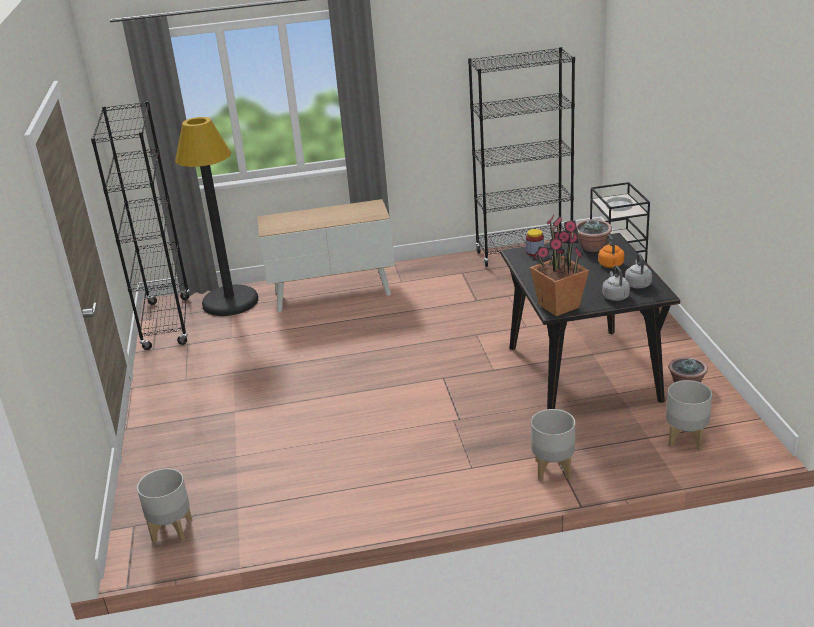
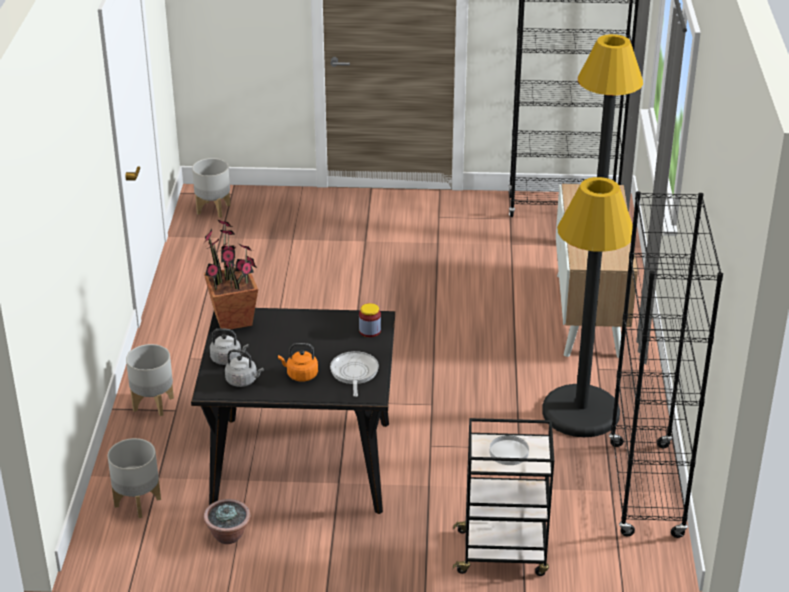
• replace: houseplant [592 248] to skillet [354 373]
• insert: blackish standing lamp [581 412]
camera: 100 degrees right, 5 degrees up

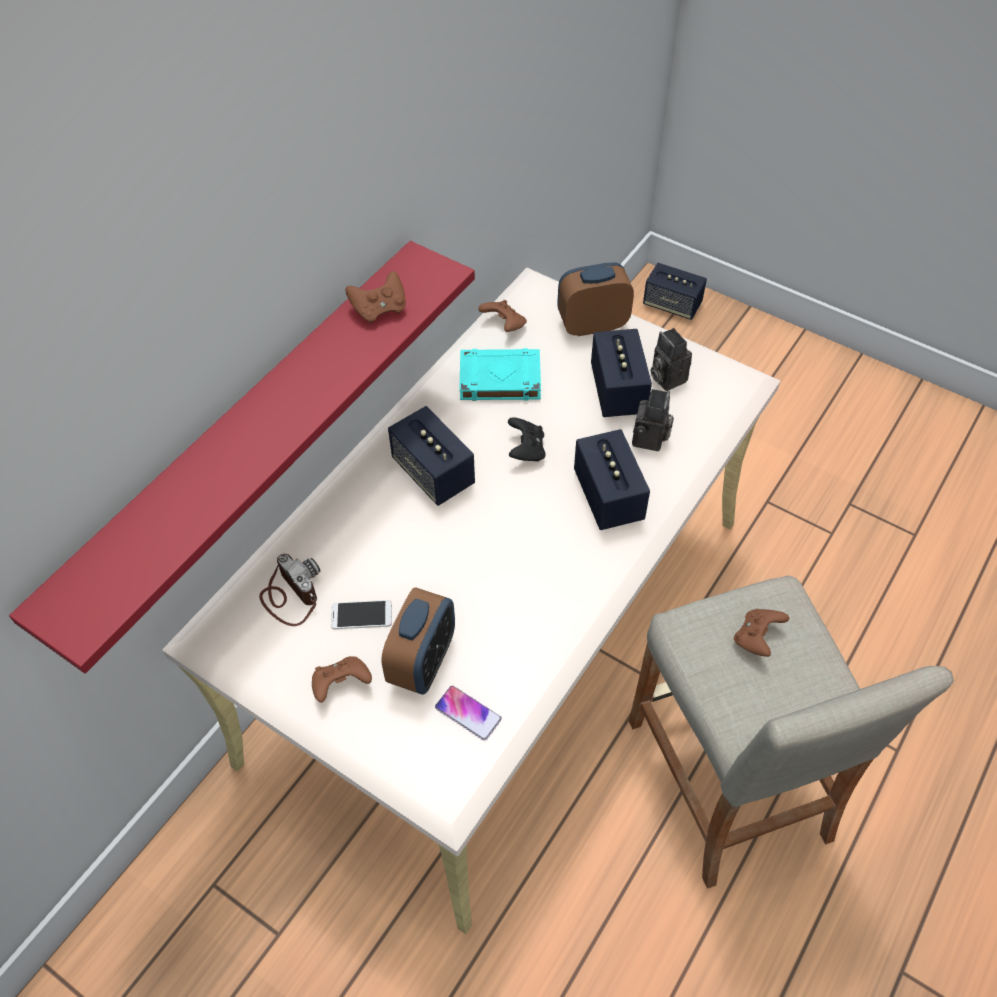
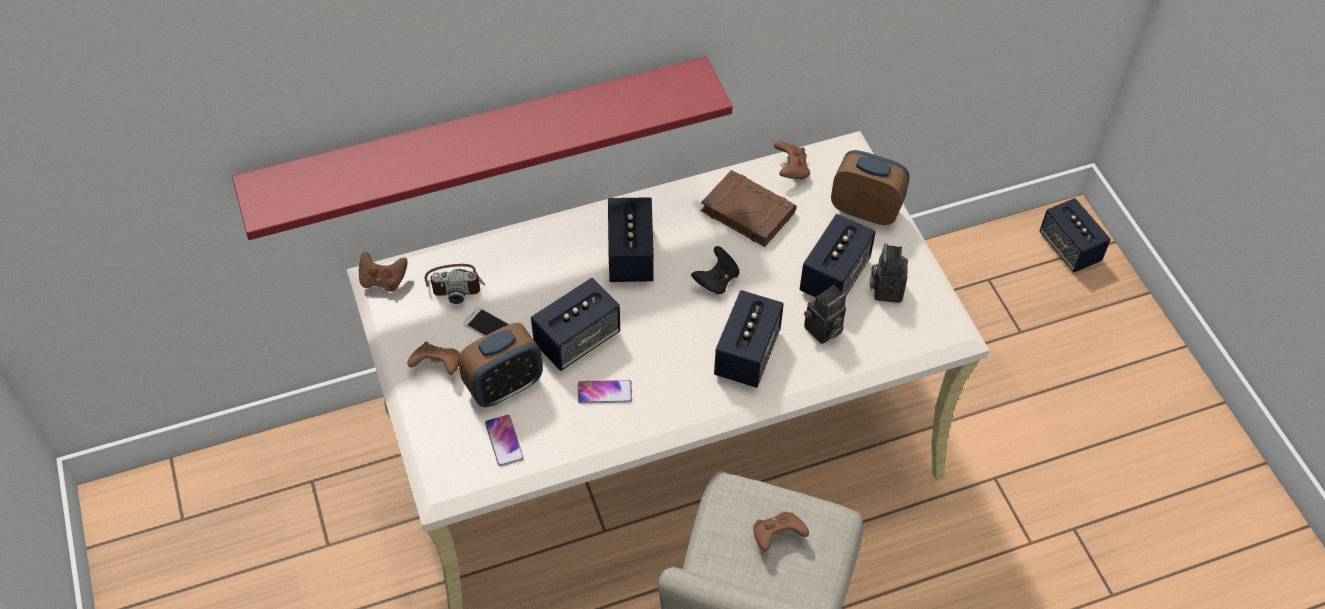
• rotate: still camera [290 595] = [455 283] 90 degrees clockwise
• move: brown gamepad [379 309] to [383 280]
• recolor: blue-green volume [499 379] to brown volume [746 212]
• insert: audio speaker [577 339]
• insert: telephone [604 392]
camera: 35 degrees right, 0 degrees up

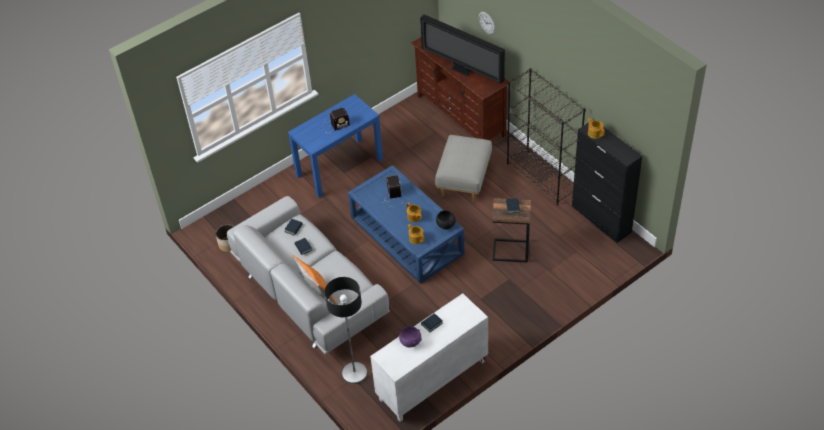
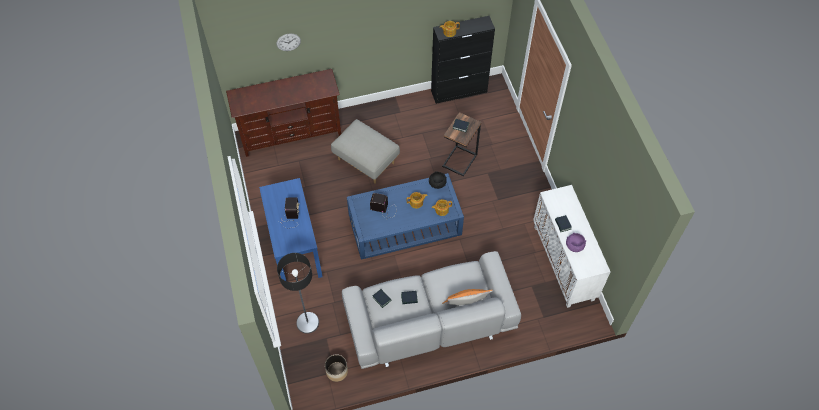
• move: standing lamp [354 373] to [307 323]
• delete: television [462 71]
• delete: blackish bookshelf [542 177]
camera: 70 degrees left, 10 degrees up

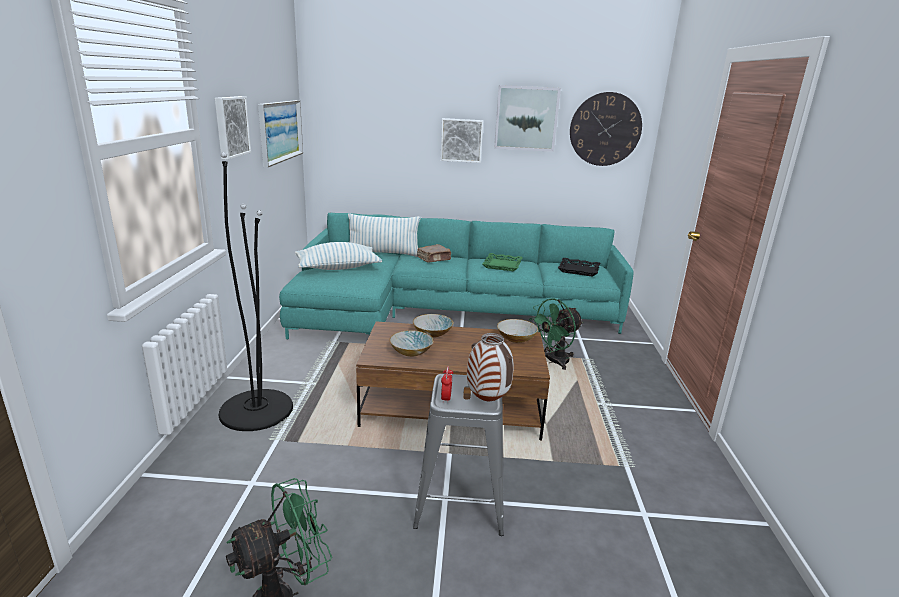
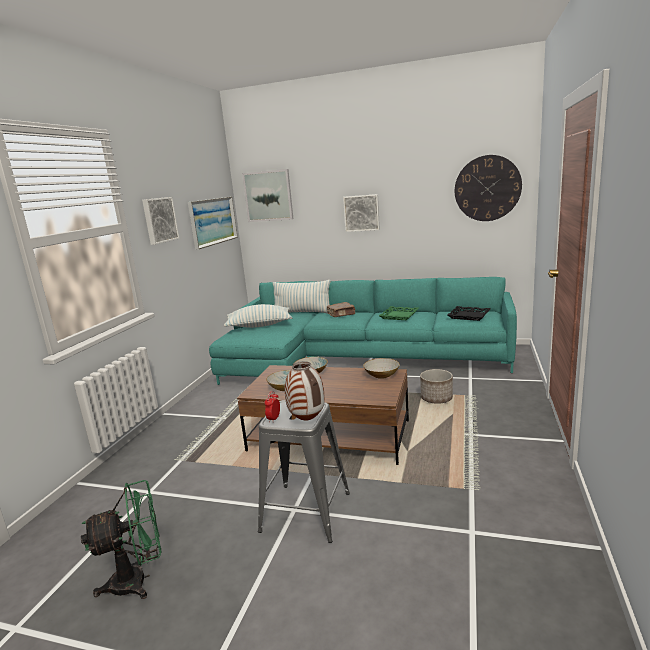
• delete: blackish standing lamp [256 410]
• move: wall art [526 118] to [268 196]
• replace: greenish electric fan [553 362] to flower pot [437 398]
camera: 15 degrees right, 5 degrees down

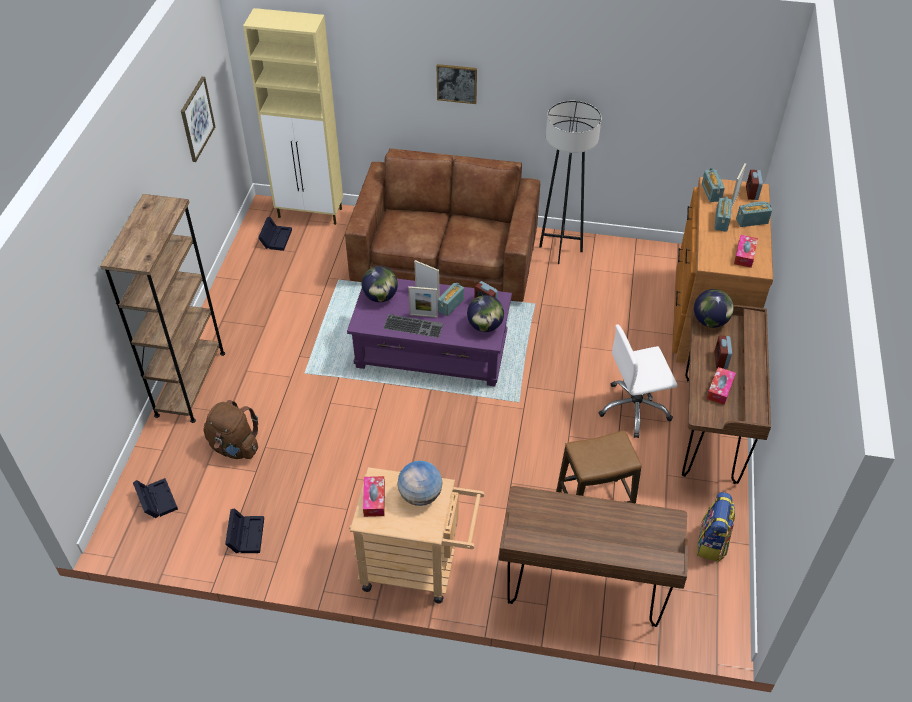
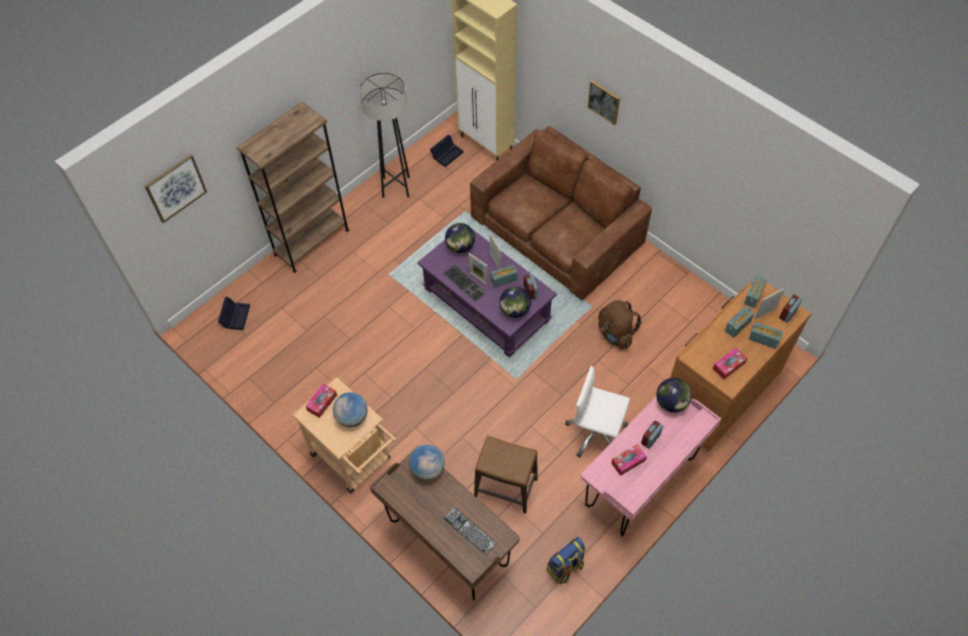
• move: wall art [197 119] to [175 188]
• move: brown knapsack [234 447] to [615 334]
• delete: blackish storage container [246 534]
• move: greyish standing lamp [560 249] to [396 187]
• recolor: brown desk unit [710 429] to pink-coloured desk unit [640 483]
• insert: desk globe [428 469]
• insert: keyboard [469 531]
camera: 35 degrees right, 10 degrees up

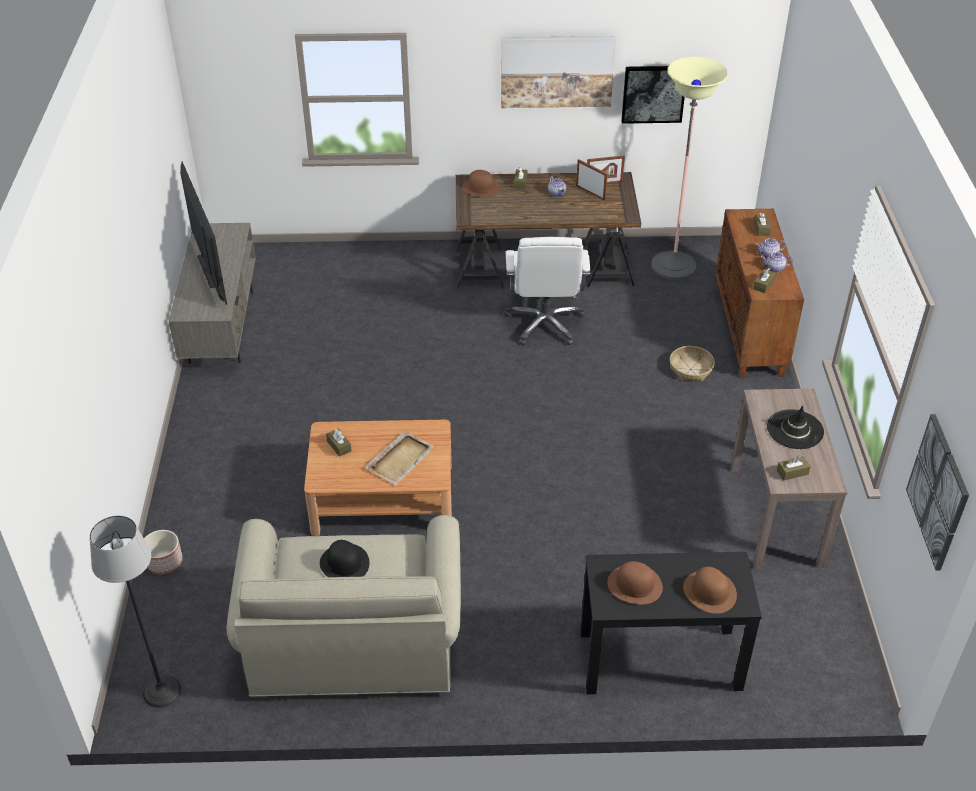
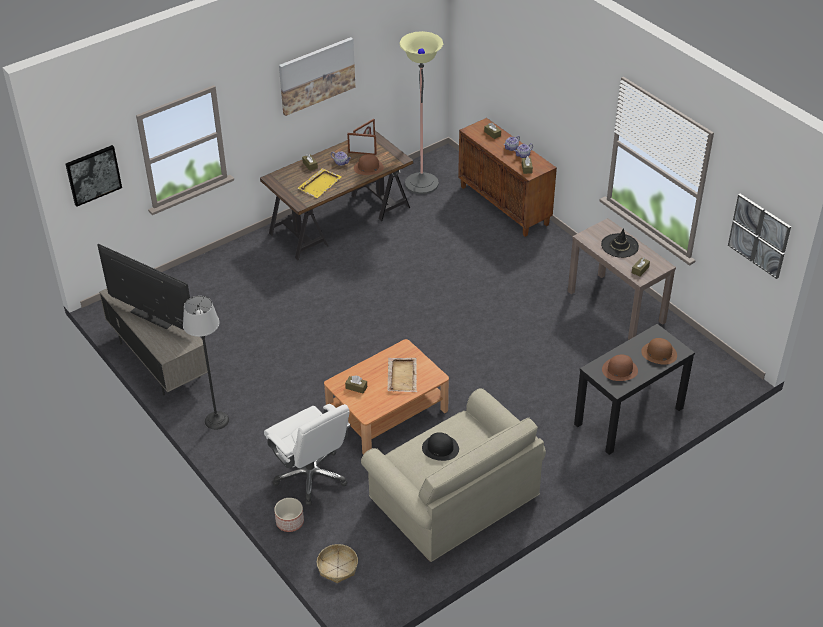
• move: standing lamp [162 691] to [216 420]
• move: brown hat [481 187] to [368 167]
• move: white-coloured computer chair [545 323] to [311 476]
• move: wall art [653 93] to [93 175]
• move: household basket [690 369] to [337 567]
• insert: yellow tray [320 184]
camera: 35 degrees left, 0 degrees up

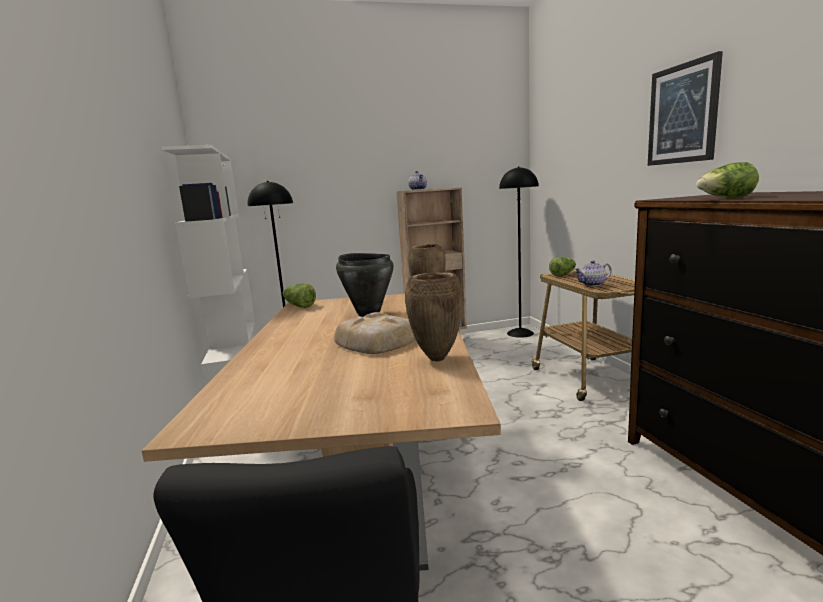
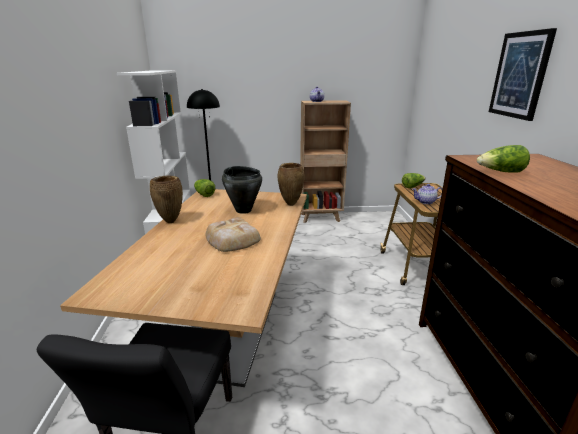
• move: brown decorative vase [436 358] to [171 221]
• delete: blackish standing lamp [520 333]
camera: 10 degrees right, 10 degrees up

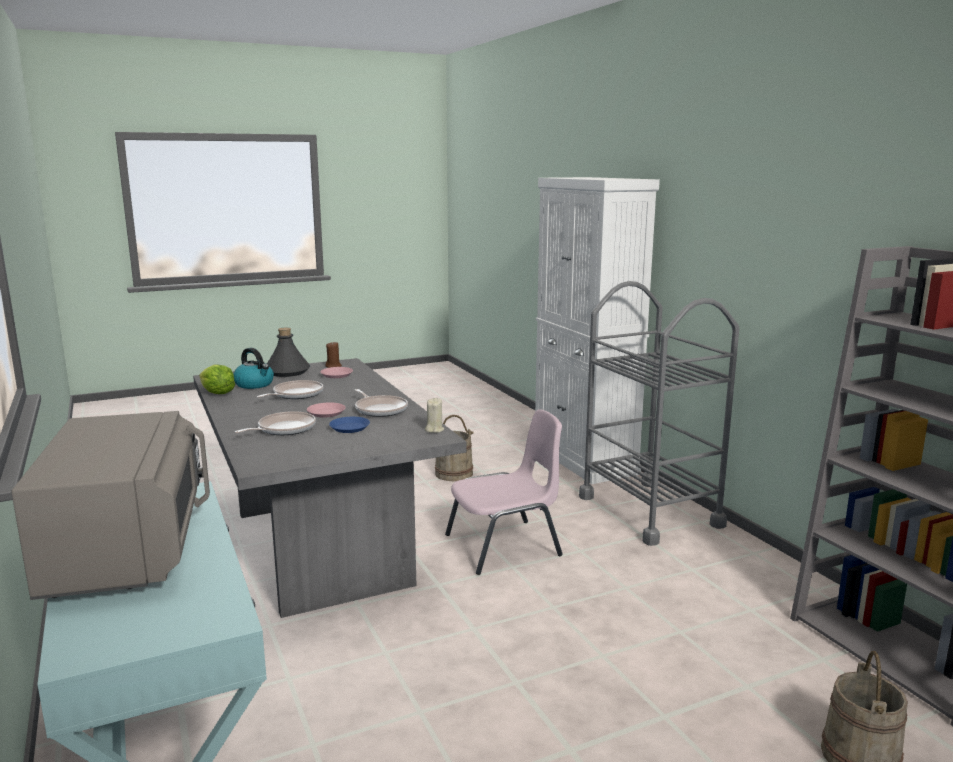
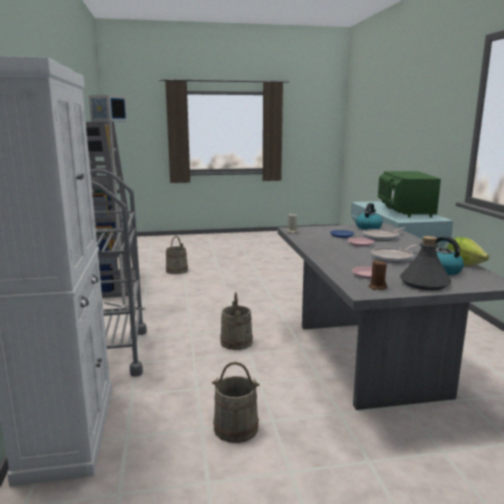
• recolor: greyish kitchen microwave [129 549] to greenish kitchen microwave [404 211]
• delete: skillet [380 409]
• replace: pink-coloured plain chair [505 546] to beige water bucket [236 342]
• insert: greyish standing lamp [123 306]
• insert: water kettle [368 227]
camera: 165 degrees left, 0 degrees up

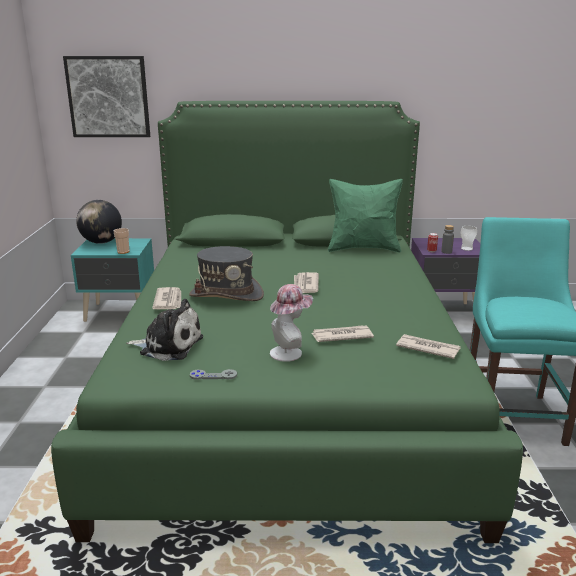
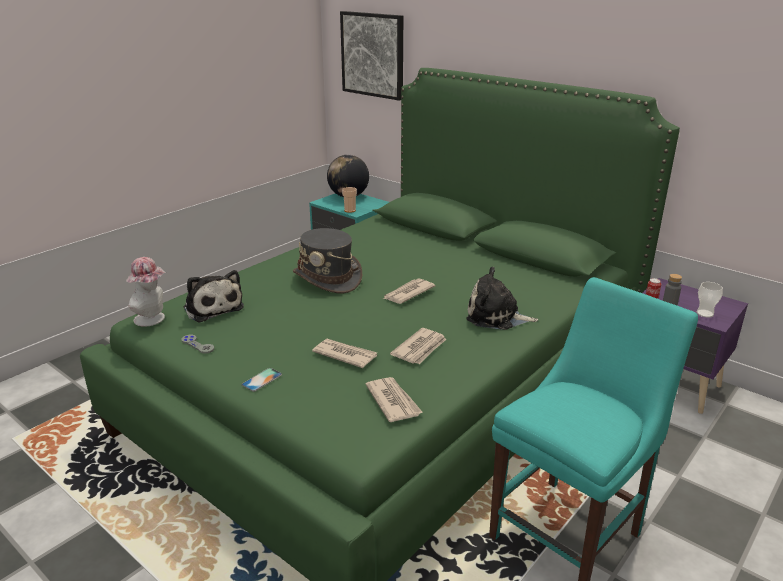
• move: daily paper [169 301] to [420 348]
• move: hat [290 352] to [153 319]
• delete: greenish cushion [363 248]
• insert: telephone [262 379]
• insert: plush toy [496 317]
camera: 40 degrees right, 5 degrees up

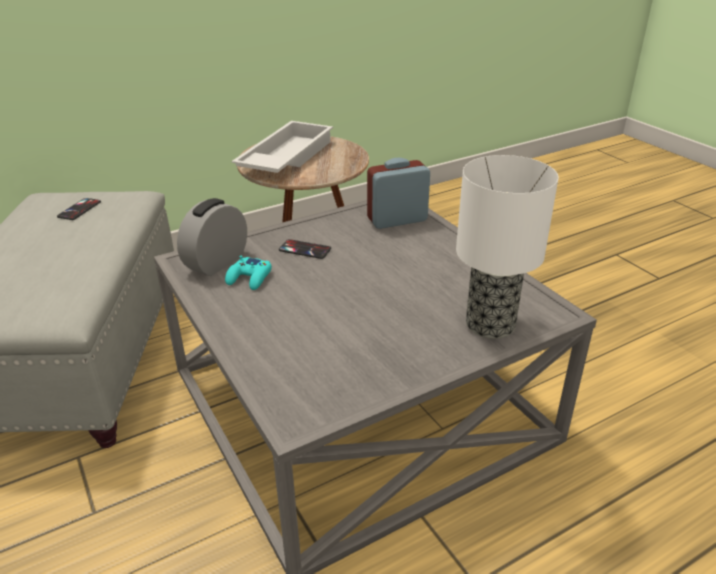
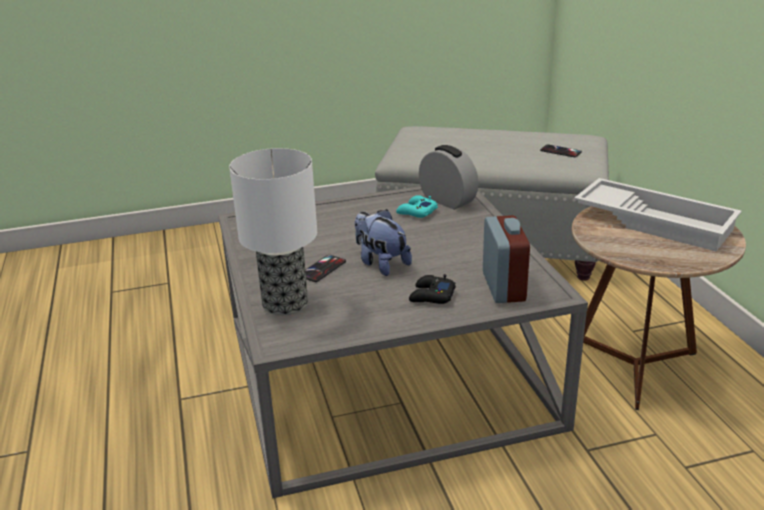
• move: telephone [305 249] to [322 269]
• insert: plush toy [381 263]
• insert: blackish gamepad [431 296]
camera: 105 degrees right, 5 degrees down

